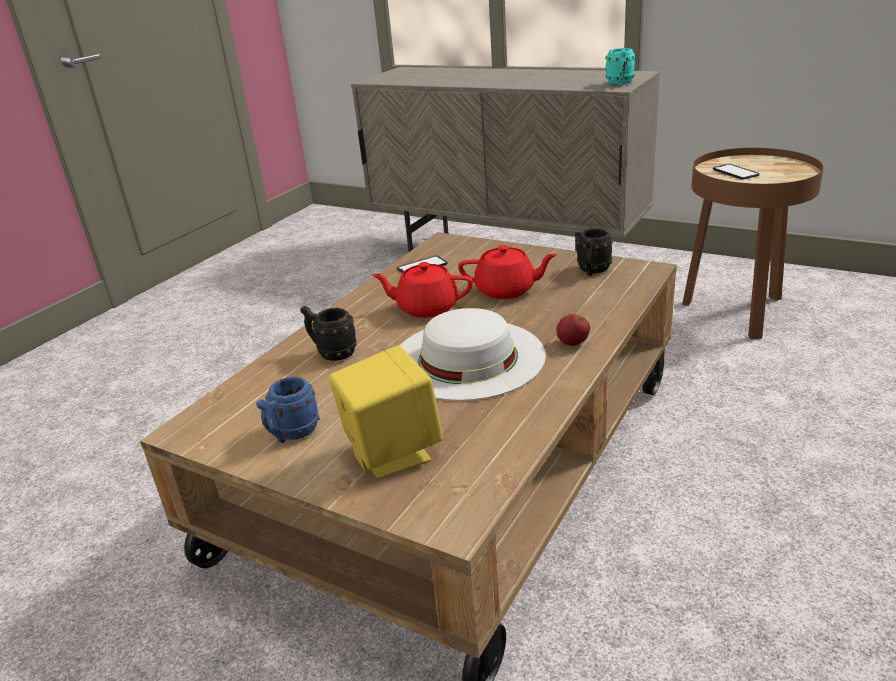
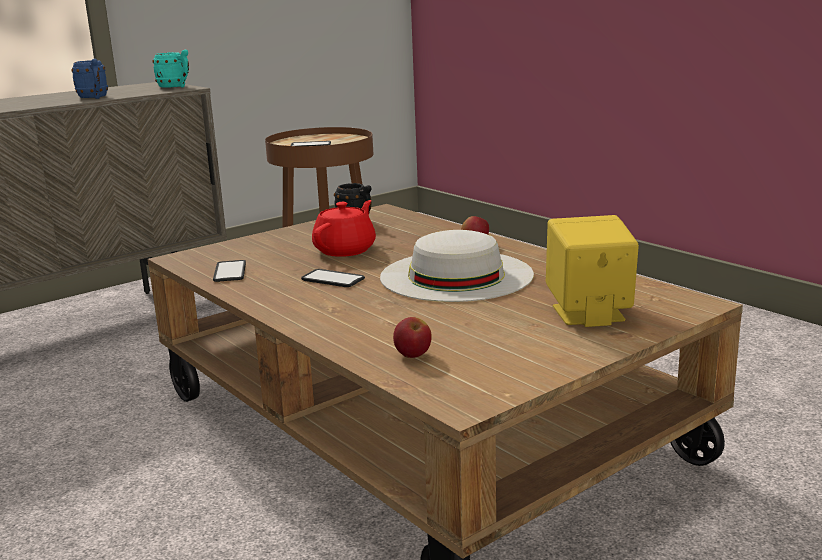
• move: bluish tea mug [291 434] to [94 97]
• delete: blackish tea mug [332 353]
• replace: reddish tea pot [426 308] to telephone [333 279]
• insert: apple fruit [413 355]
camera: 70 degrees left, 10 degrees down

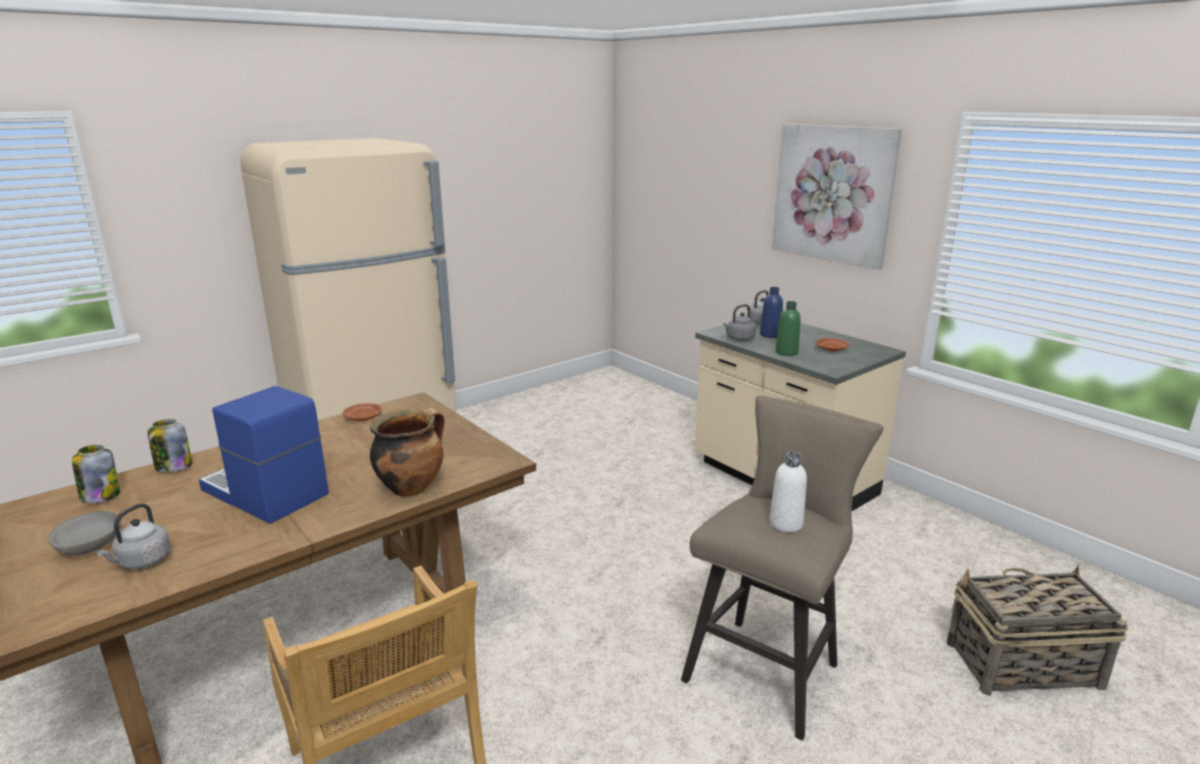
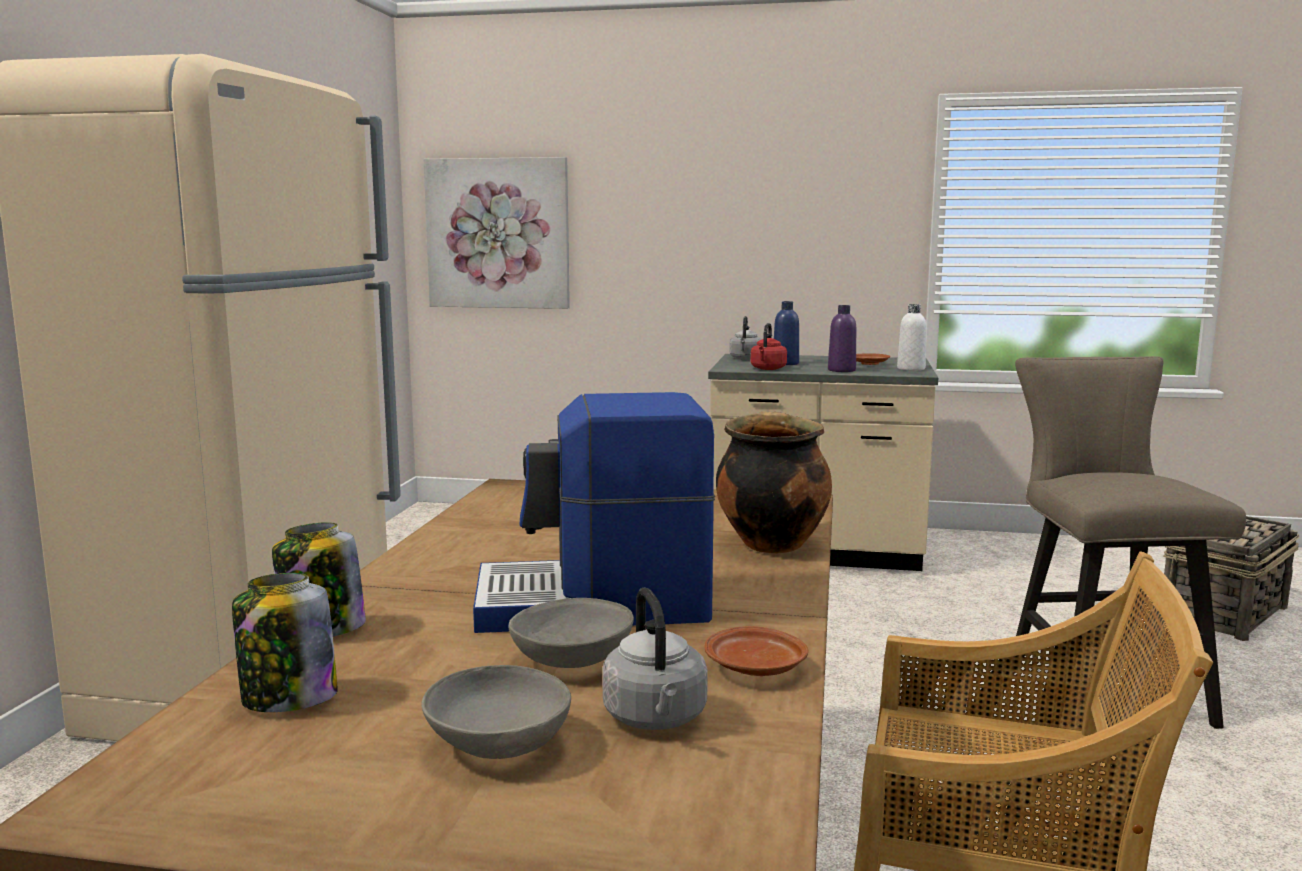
• move: brown plate [362 418] to [755 668]
• recolor: greyish water kettle [739 339] to reddish water kettle [768 369]
• move: white-coloured bottle [786 524] to [911 369]
• move: wall art [833 194] to [498 233]
• recolor: greenish bottle [786 352] to purple bottle [841 370]
• insert: greyish deep dish [573 661]
camera: 40 degrees left, 10 degrees down

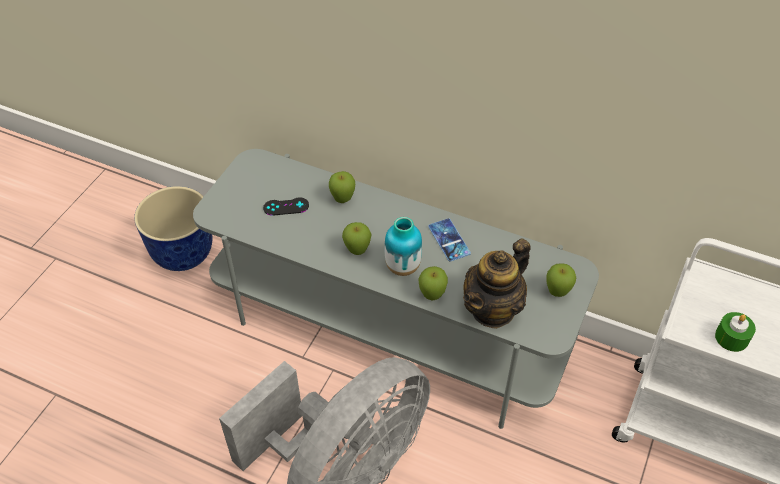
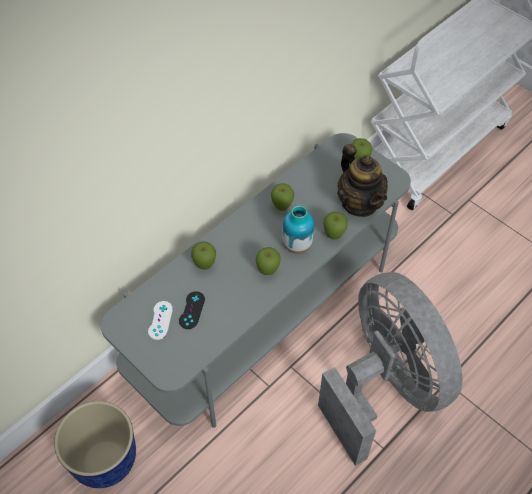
• replace: telephone [449 240] to apple fruit [282 207]
• delete: greenish wax candle [731 338]
• insert: white-coloured gamepad [160 320]
camera: 70 degrees left, 5 degrees up

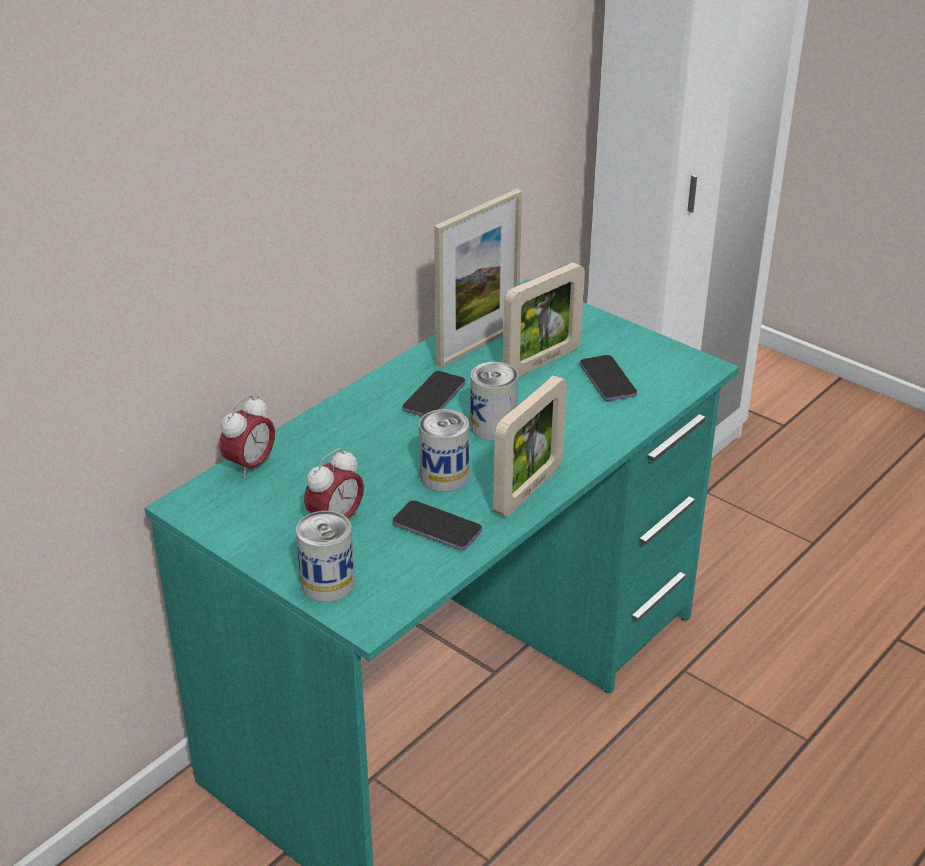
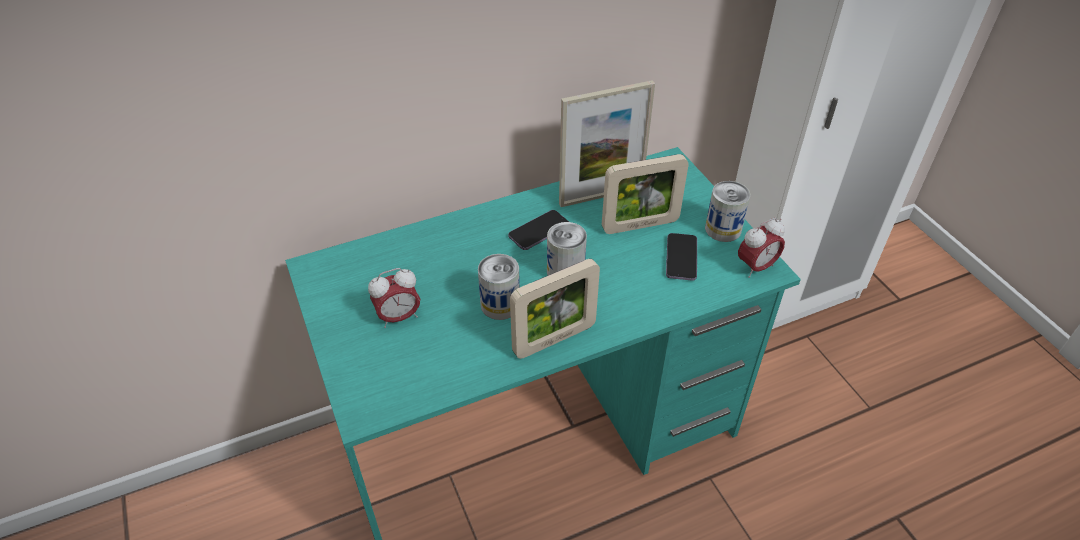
• move: table clock [250 466] to [756 267]
• move: can [327 583] to [723 229]
• delete: telephone [437 528]
camera: 25 degrees right, 10 degrees up

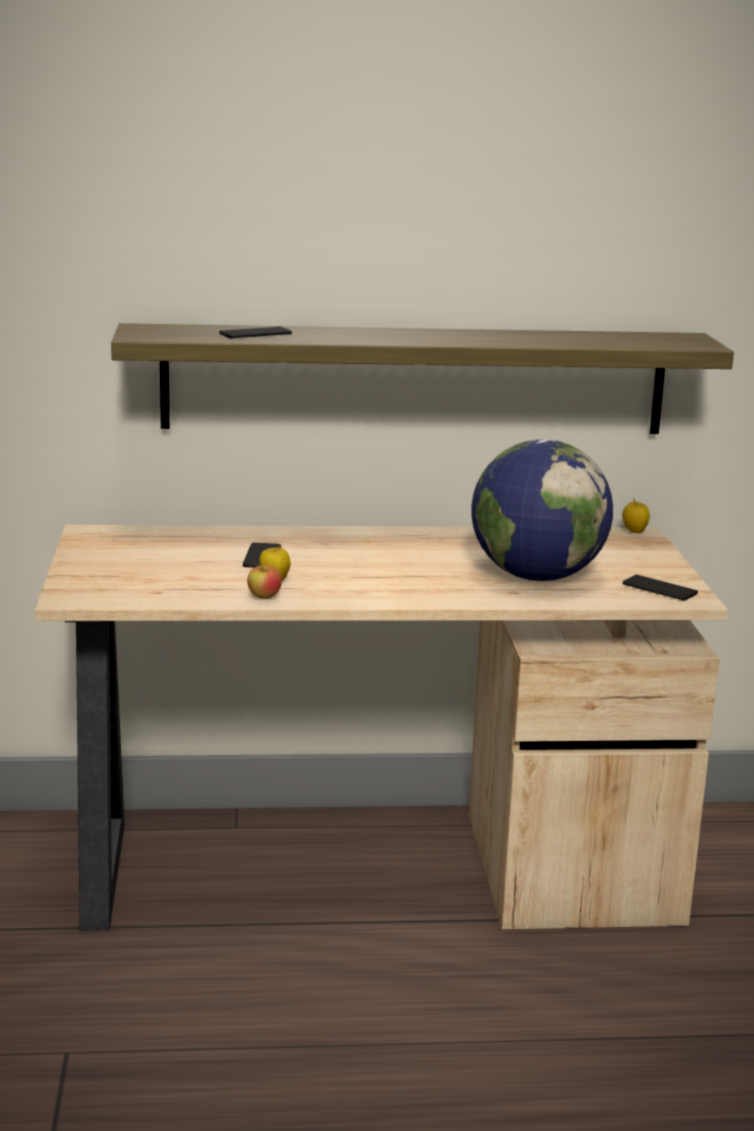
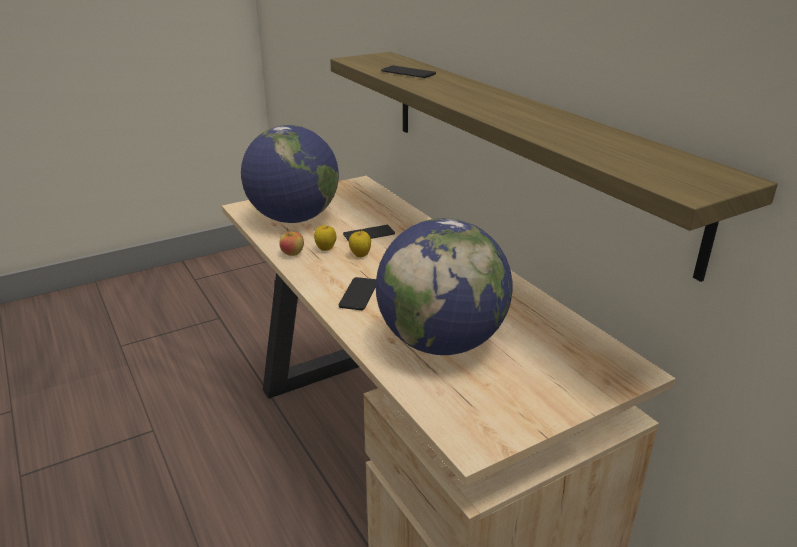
• move: apple fruit [634 532] to [360 255]
• move: telephone [659 589] to [358 294]
• insert: desk globe [293 218]
camera: 65 degrees right, 10 degrees up

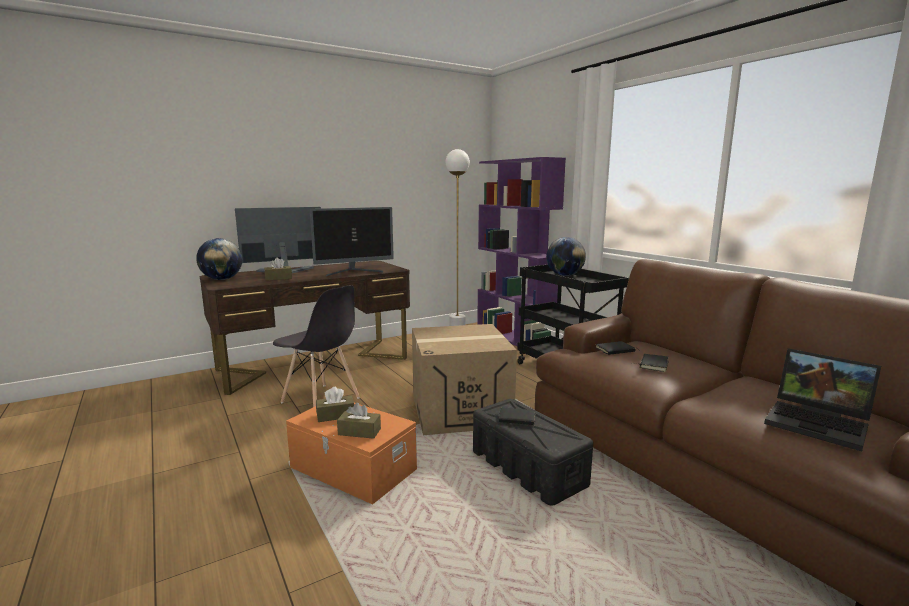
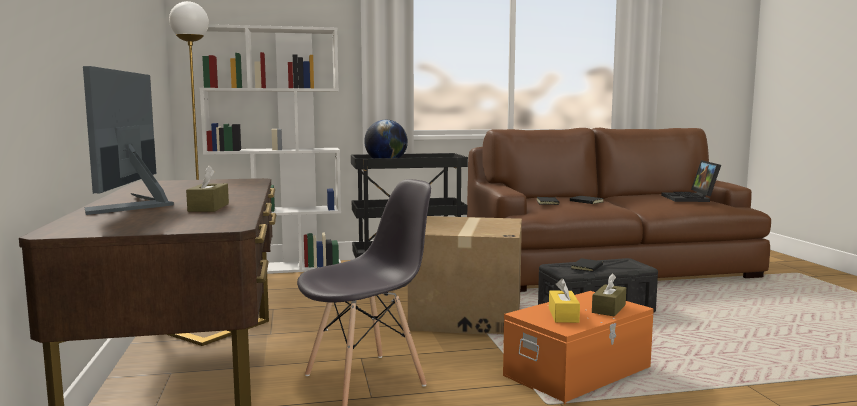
• delete: desk globe [222 279]
• delete: computer screen [354 272]
• recolor: brown tissue holder [335 415] to yellow tissue holder [563 315]
• recolor: purple bookshelf [514 338] to white-coloured bookshelf [278 268]
• rotate: laptop [819 423] = [690 198] 120 degrees clockwise
camera: 70 degrees left, 5 degrees down

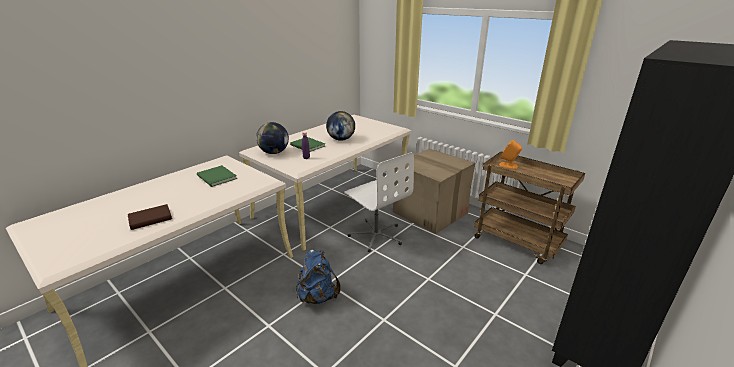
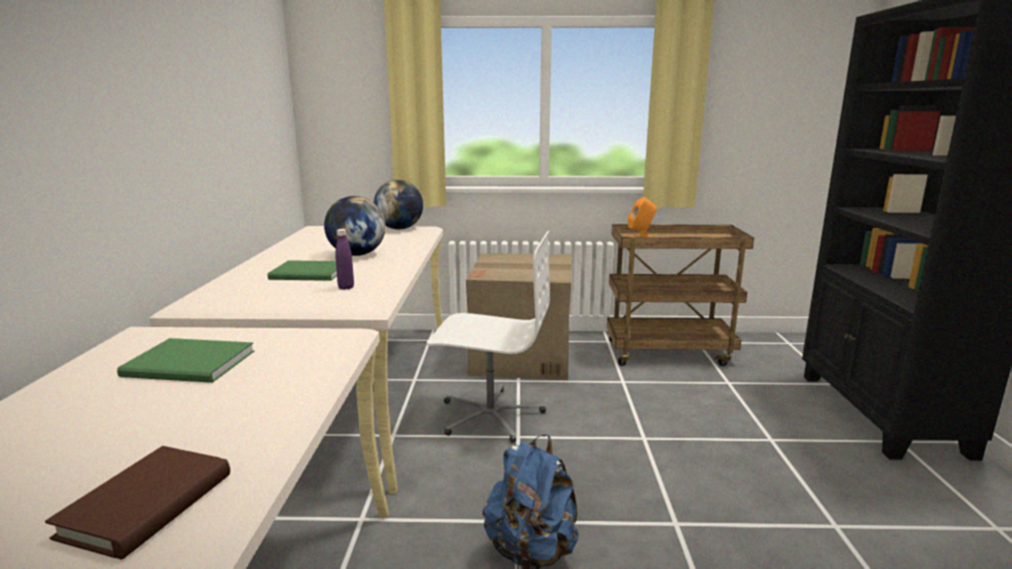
• move: desk globe [274 152] to [399 228]
camera: 40 degrees left, 10 degrees down

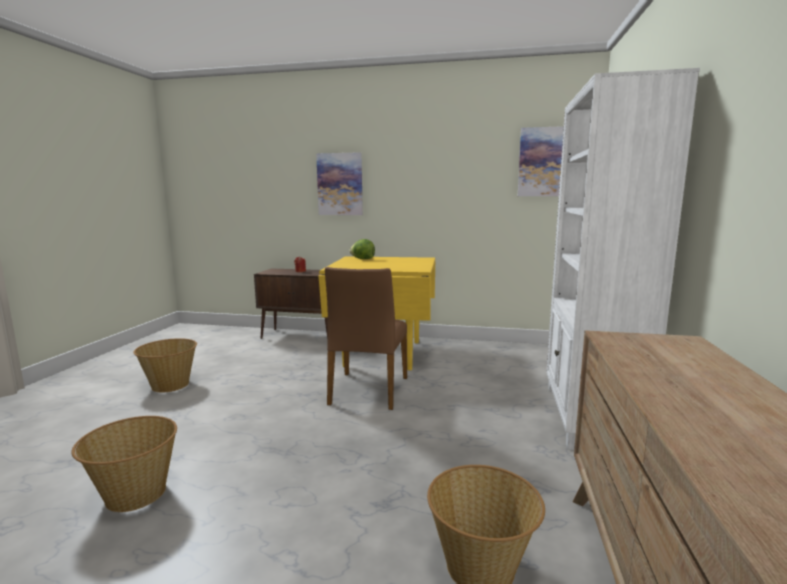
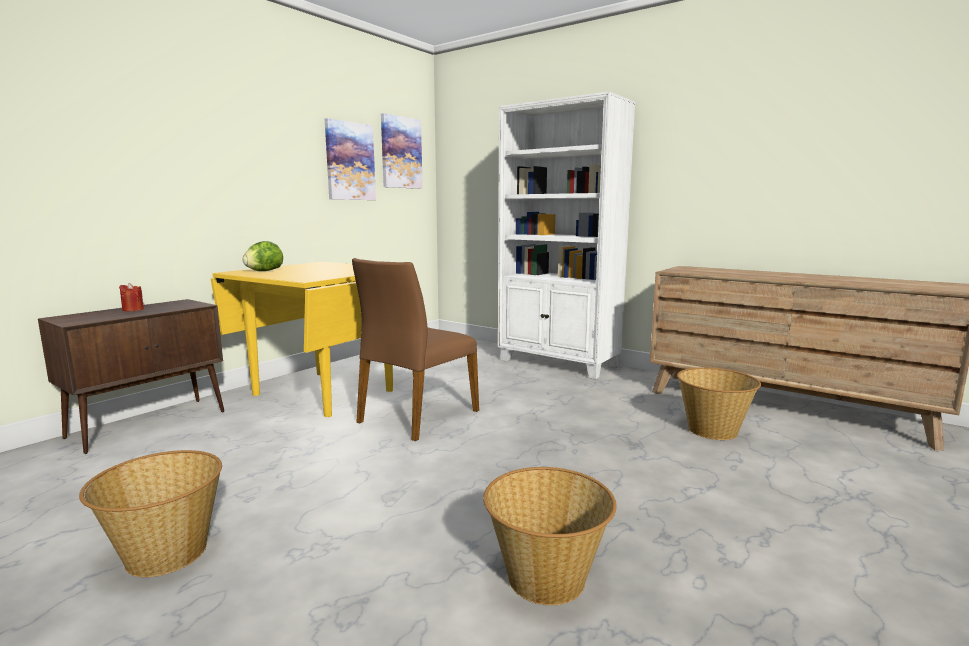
• move: wall art [340 184] to [350 161]
• rotate: brown plain chair [368 390] = [416 416] 90 degrees clockwise
camera: 65 degrees left, 0 degrees up

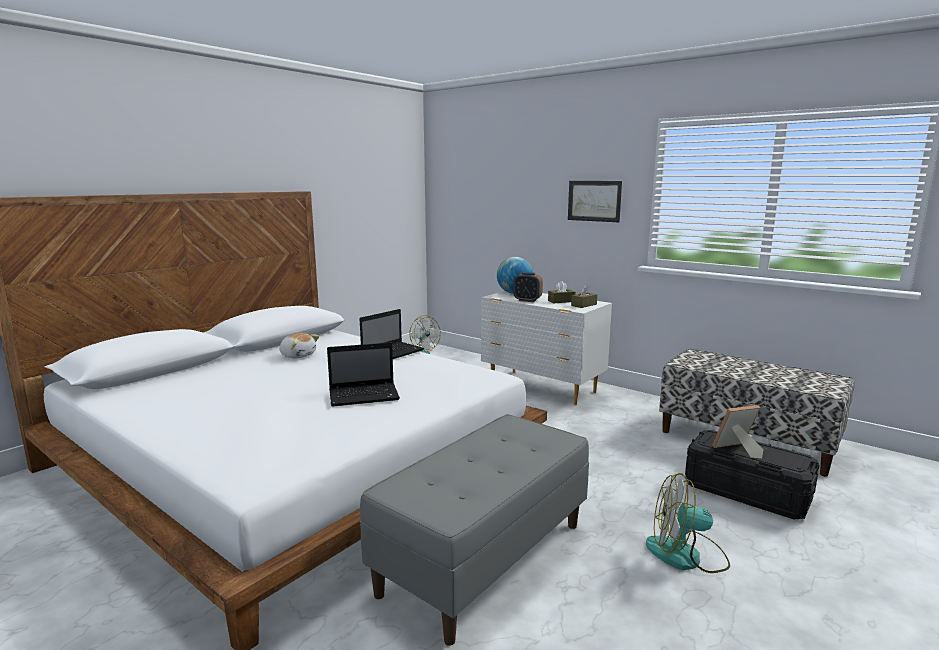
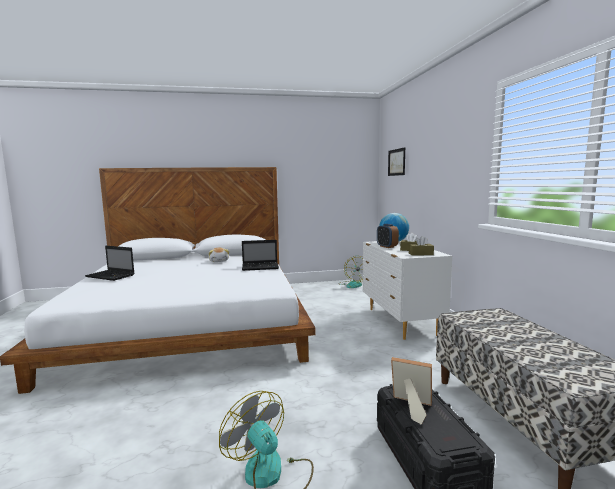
• move: laptop [365 396] to [111 276]
• delete: greyish bench [484 557]
• move: wall art [594 201] to [396 162]
camera: 40 degrees right, 5 degrees down

